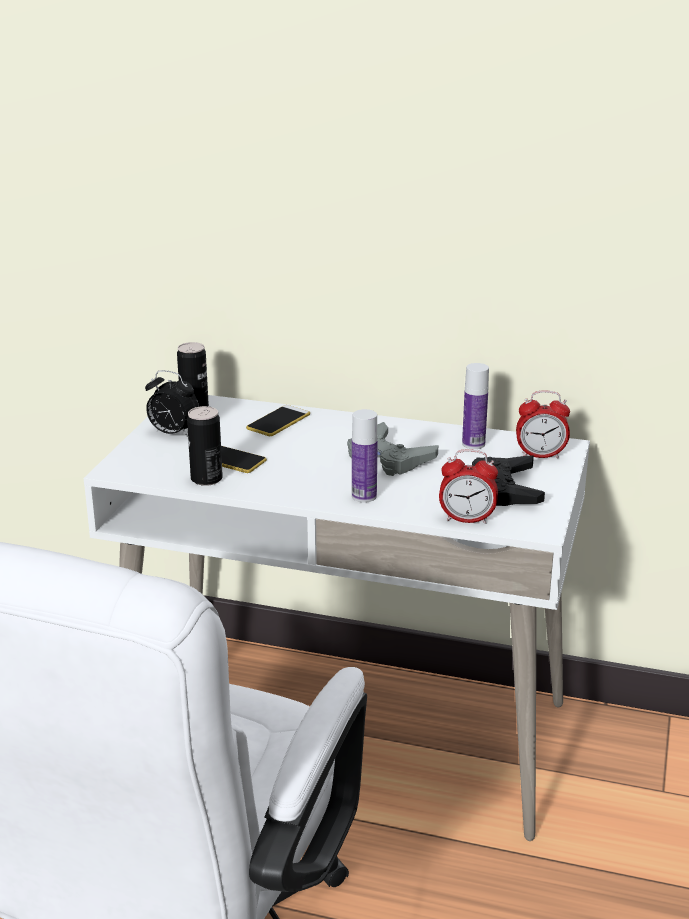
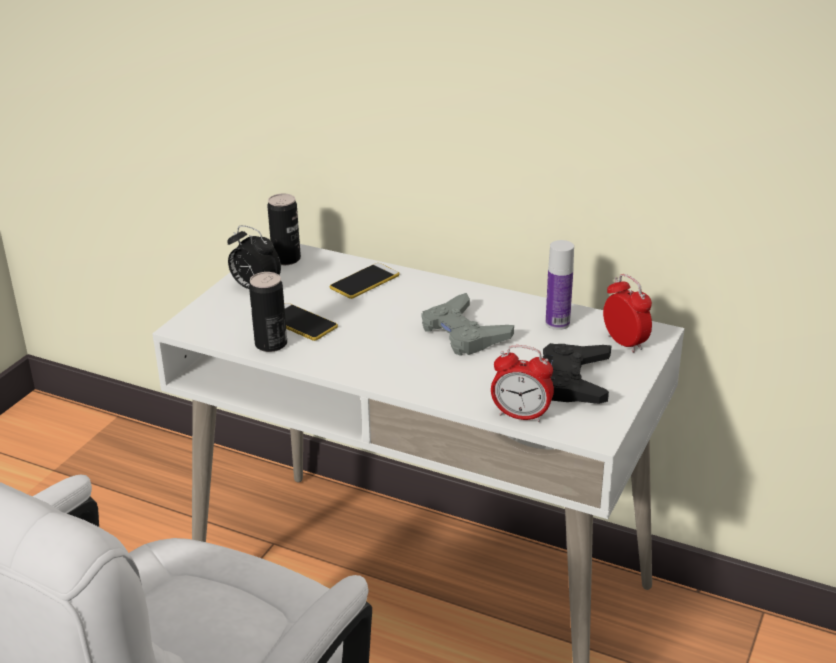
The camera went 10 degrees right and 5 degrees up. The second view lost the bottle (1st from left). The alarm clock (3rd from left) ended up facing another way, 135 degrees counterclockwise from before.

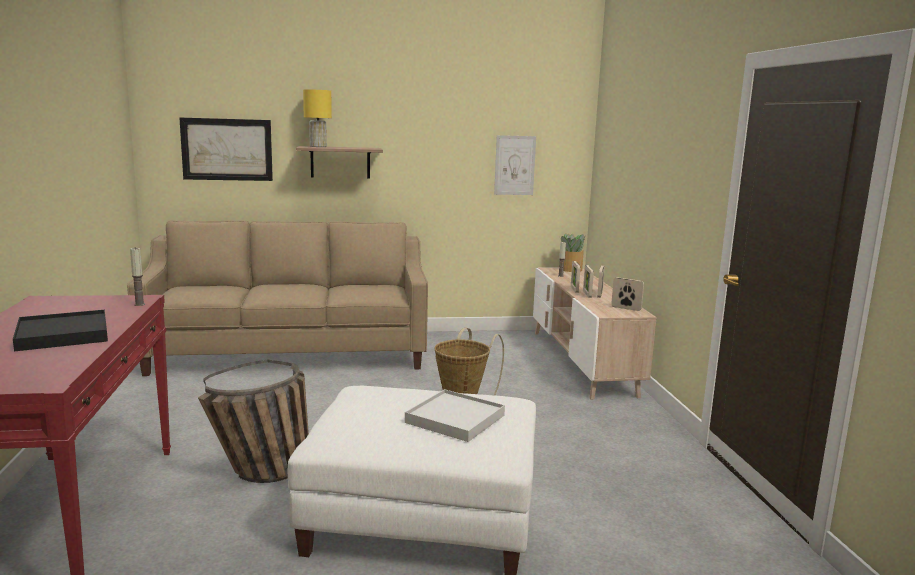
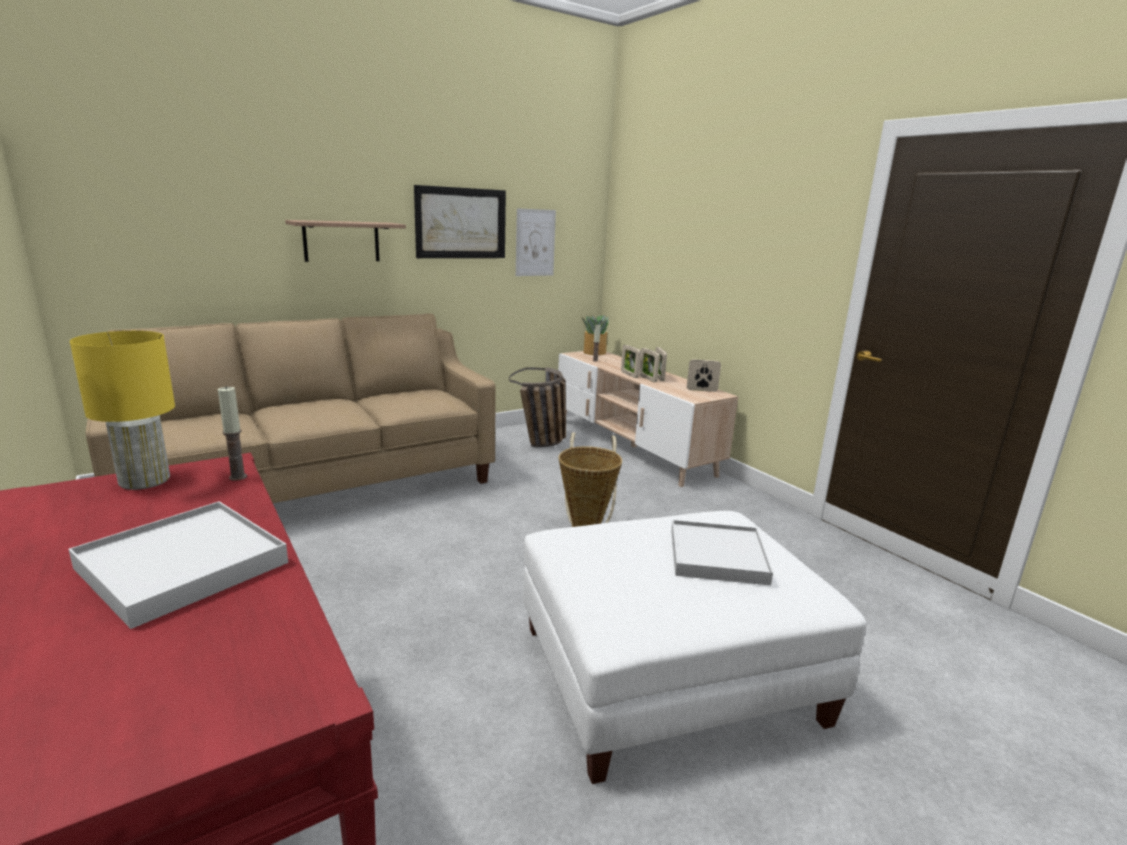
The camera went 25 degrees left and 5 degrees up. The picture (1st from left) ended up elsewhere. The basket (1st from left) ended up elsewhere. The yellow table lamp ended up elsewhere. What was the black tray turned into the white tray (1st from left).

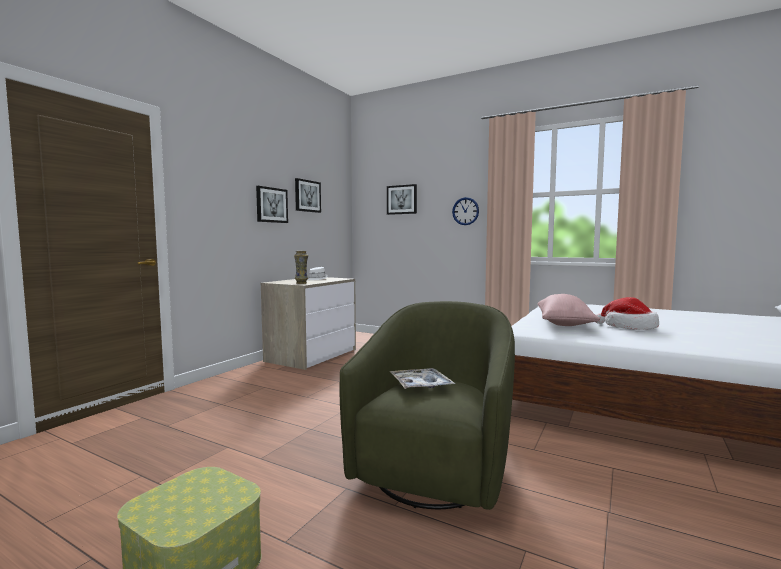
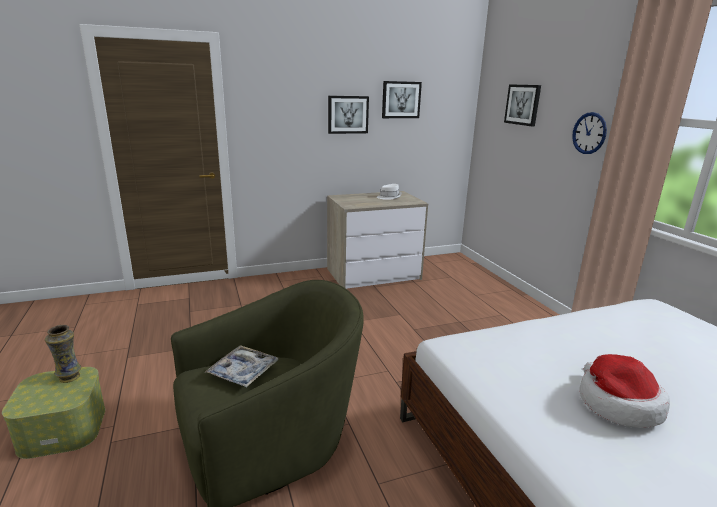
The camera went 40 degrees right and 15 degrees up. The second view lost the pink pillow. The vase ended up elsewhere.

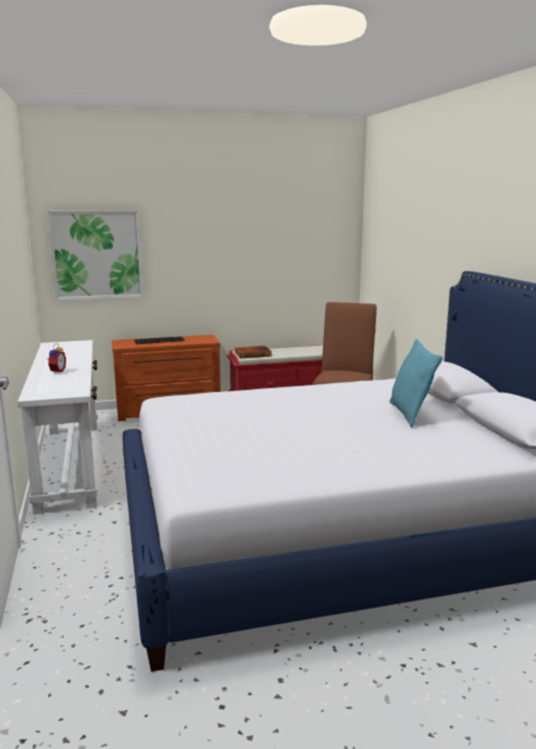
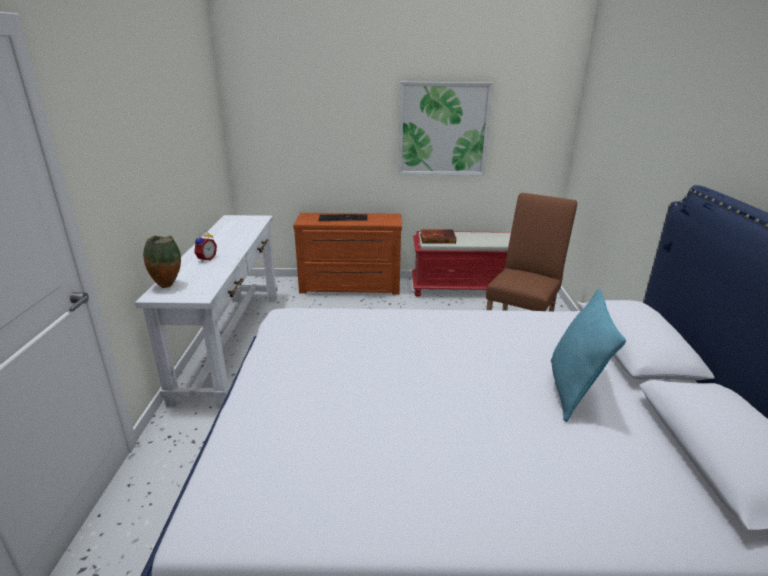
The camera went 15 degrees right and 10 degrees up. The second view gained the vase. The picture ended up elsewhere.

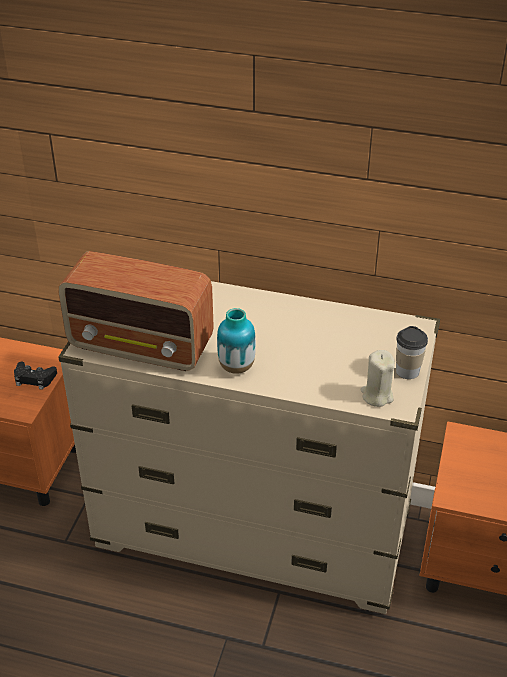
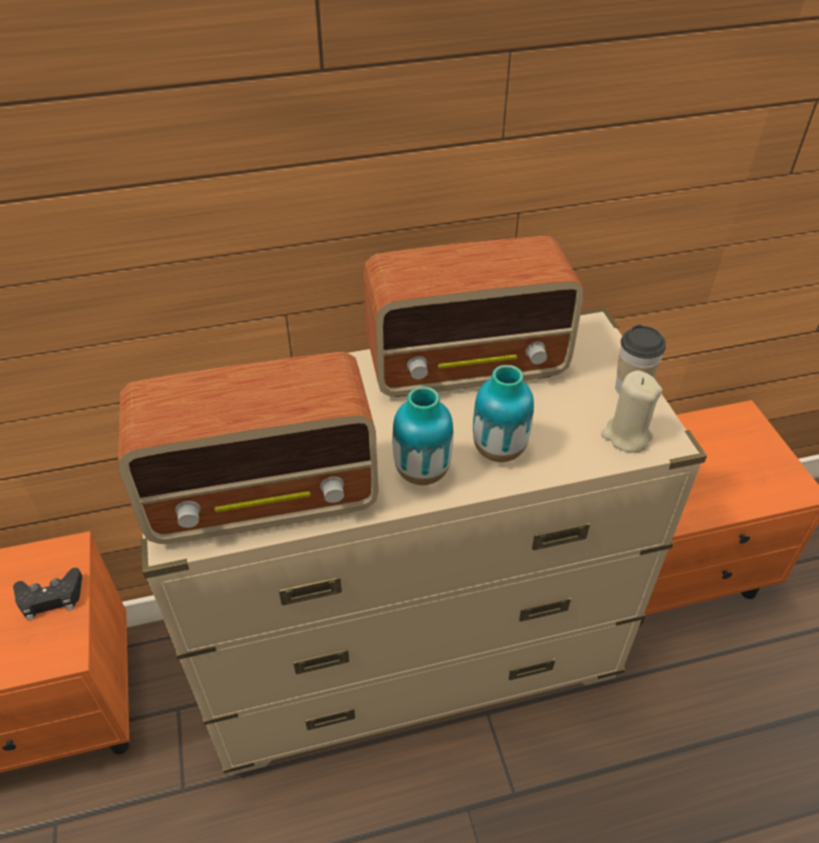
The camera went 30 degrees left and 5 degrees up. The second view gained the radio (2nd from left). The second view gained the vase (2nd from left).

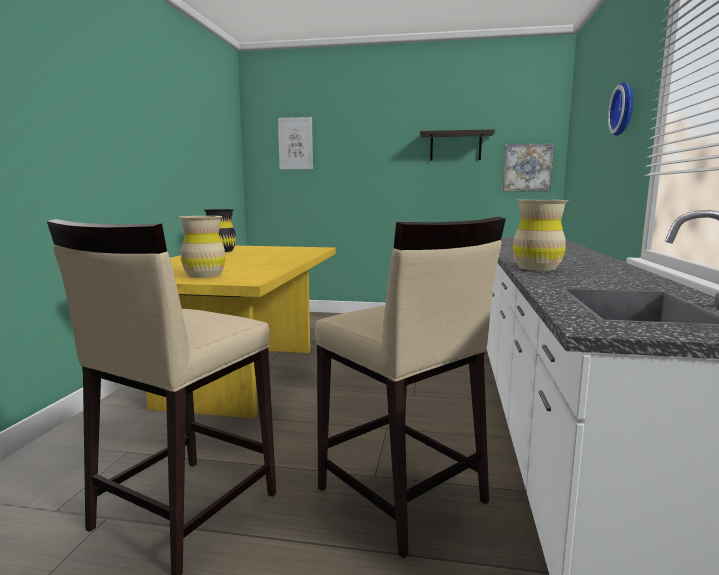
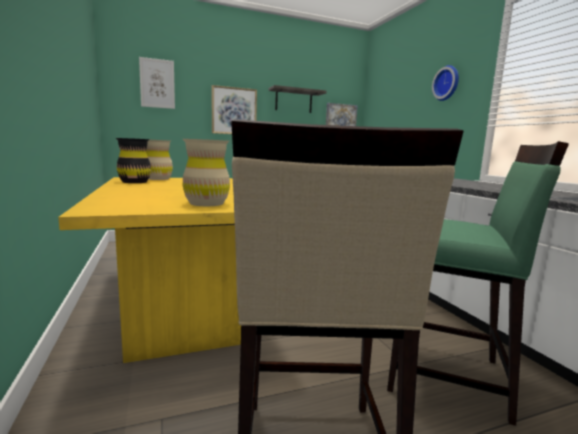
The camera went 30 degrees left and 0 degrees up. The second view gained the picture (2nd from left). The beige vase (2nd from left in the first image) ended up elsewhere. What was the beige stool (2nd from left) turned into the green stool.

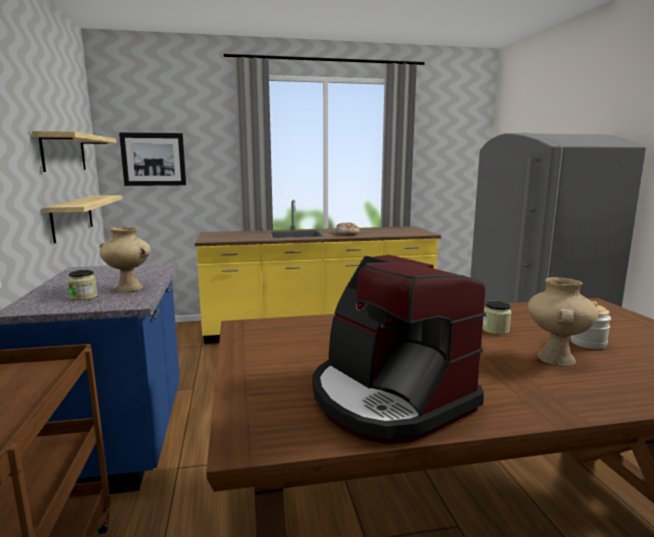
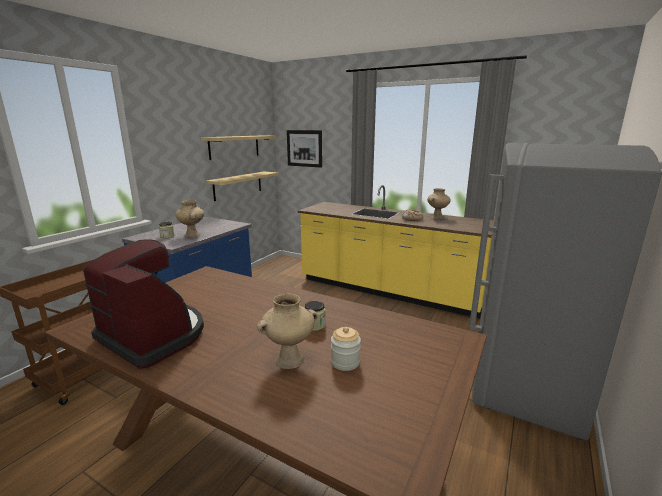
The camera went 40 degrees right and 5 degrees up. The second view gained the beige vase (3rd from left). The coffee machine ended up facing another way, 120 degrees clockwise from before.

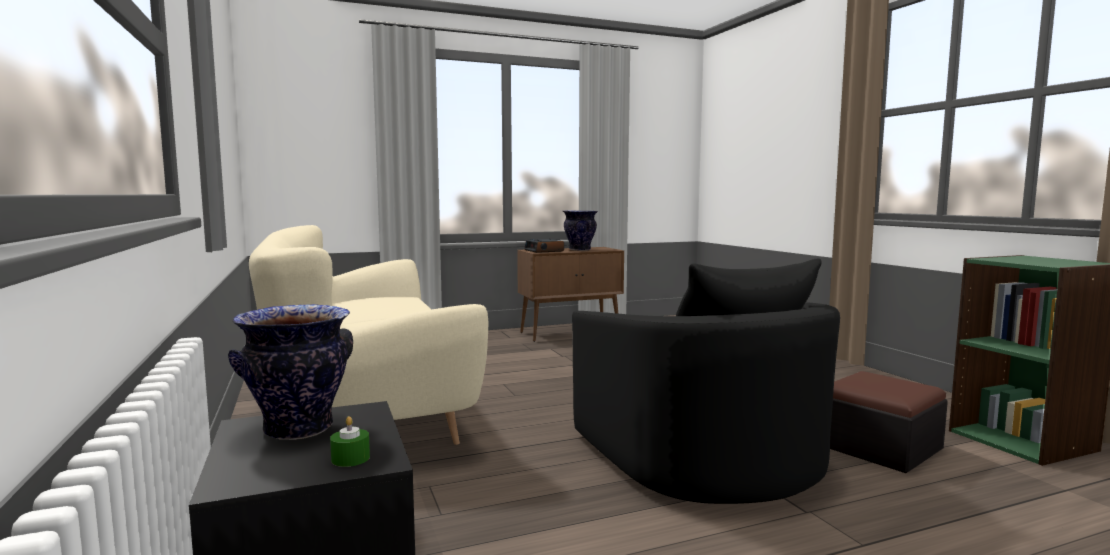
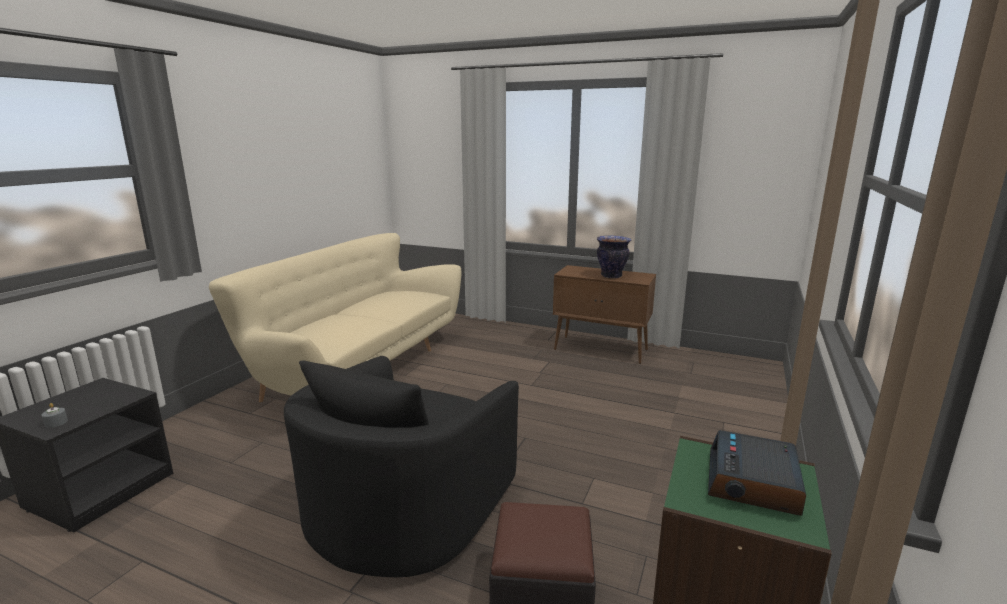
The camera went 45 degrees right and 10 degrees up. The second view lost the vase (1st from left). The alarm clock ended up elsewhere. What was the green candle turned into the grey candle.

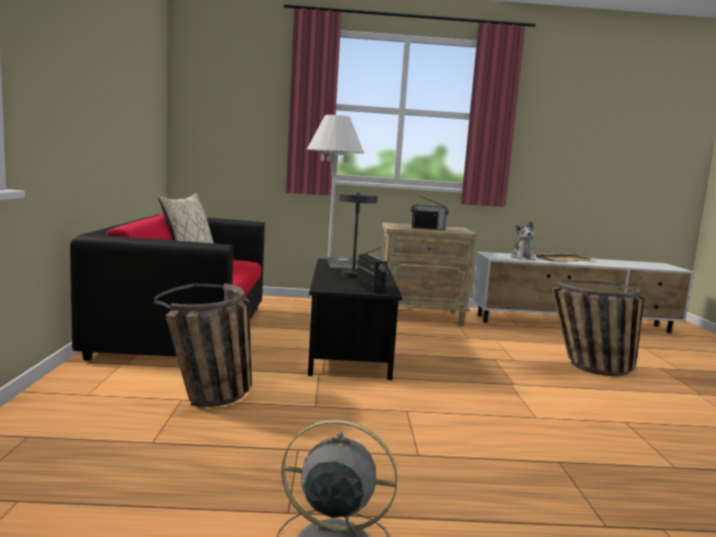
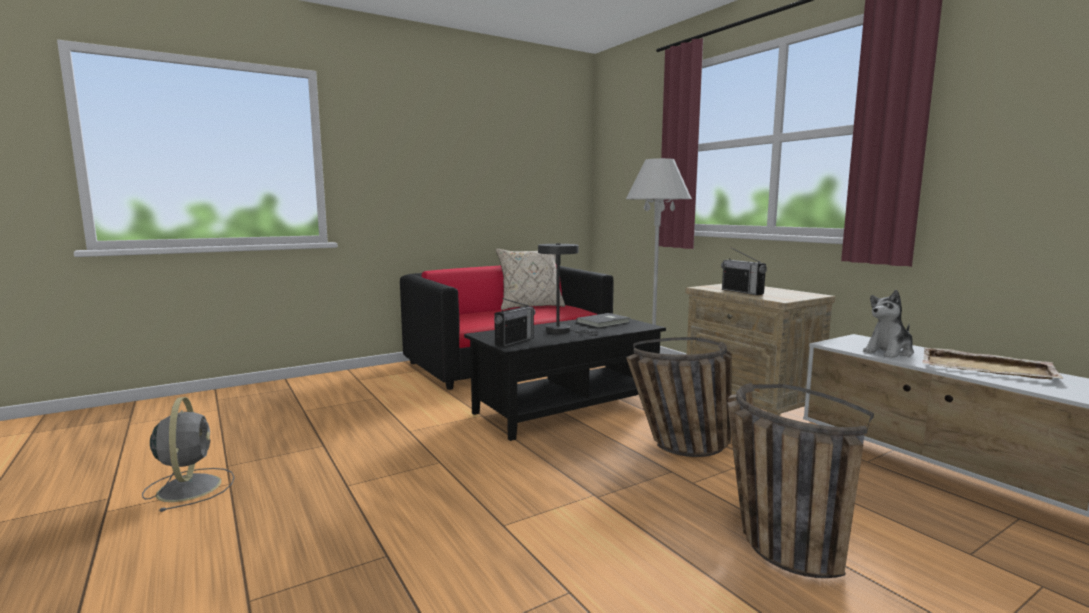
The camera went 60 degrees right and 0 degrees up. The basket (1st from left) ended up elsewhere.

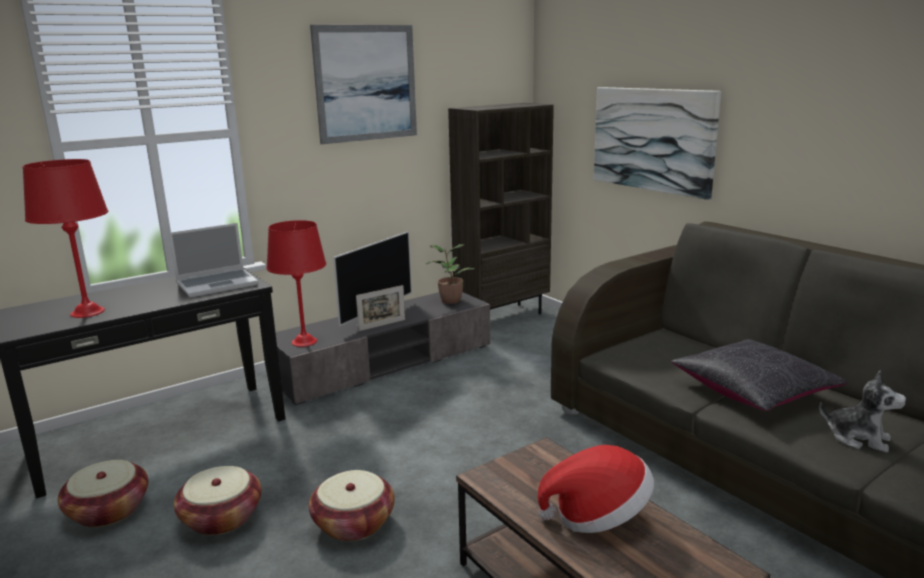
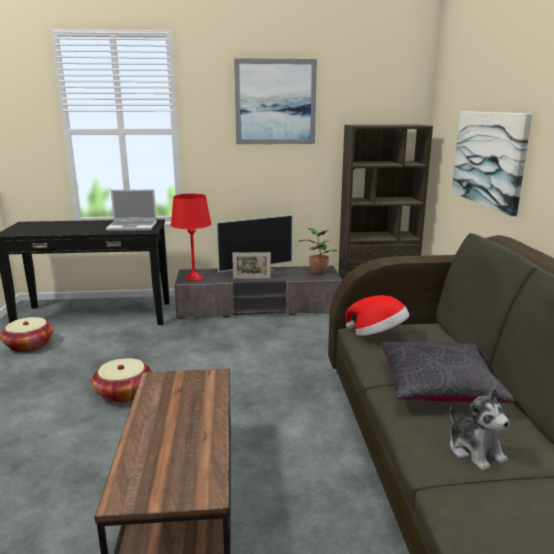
The camera went 30 degrees right and 0 degrees up. The second view lost the red table lamp (1st from left). The second view lost the basket (2nd from left). The hat ended up elsewhere.

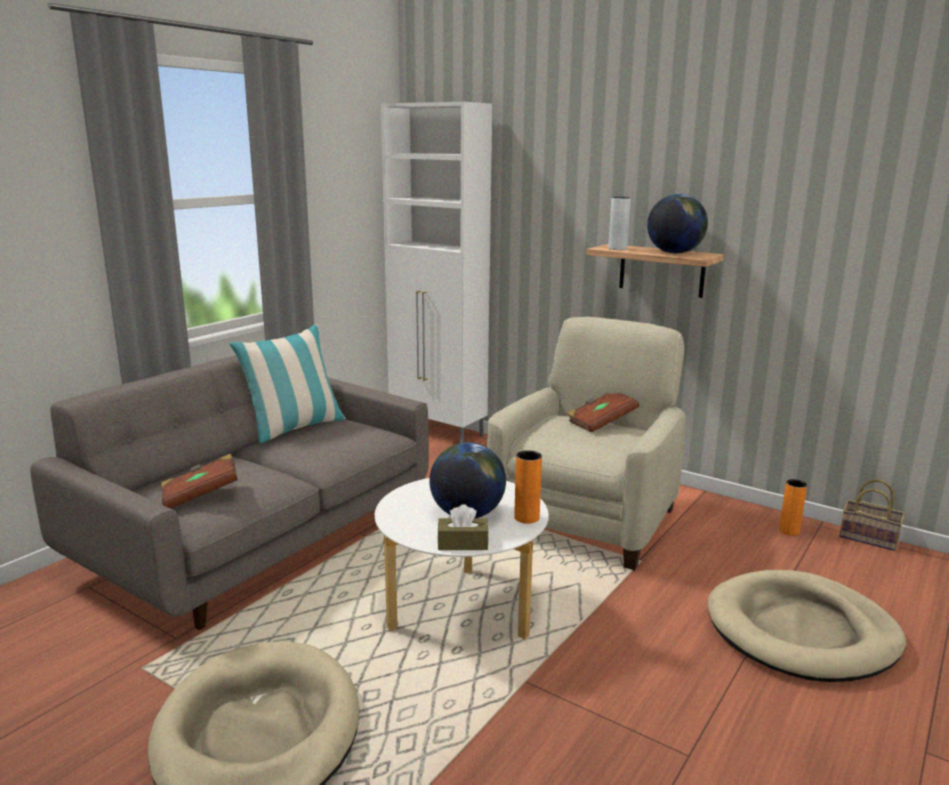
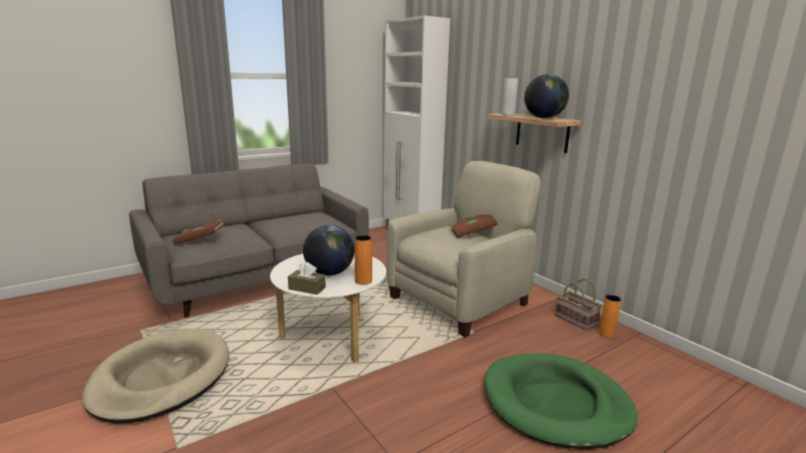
The camera went 20 degrees right and 0 degrees up. The second view lost the pillow. The basket ended up elsewhere. What was the beige dog bed (2nd from left) turned into the green dog bed.

